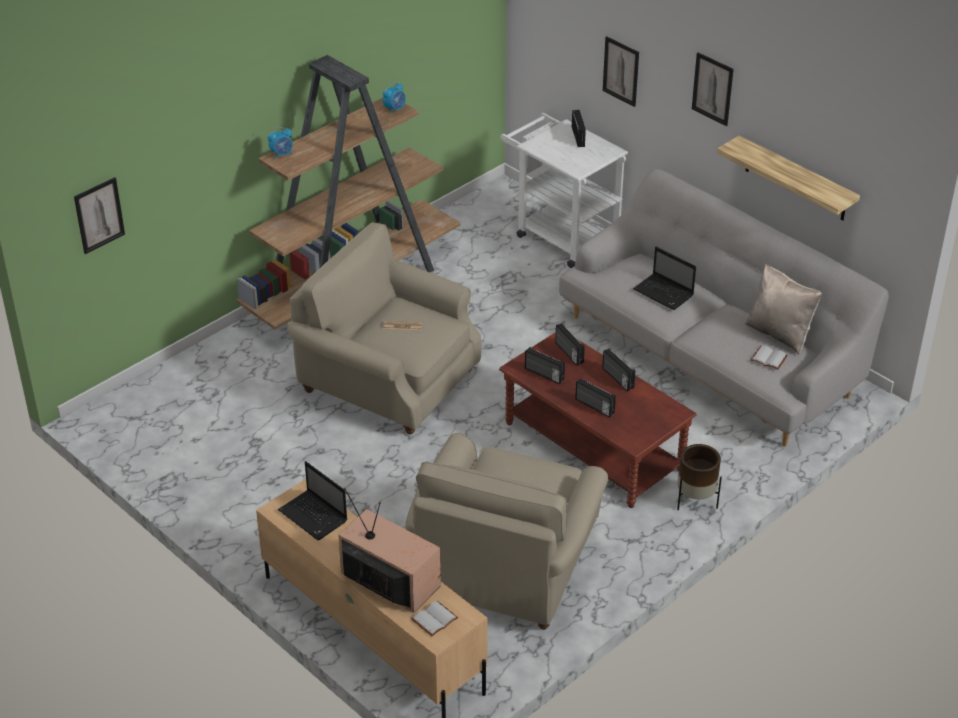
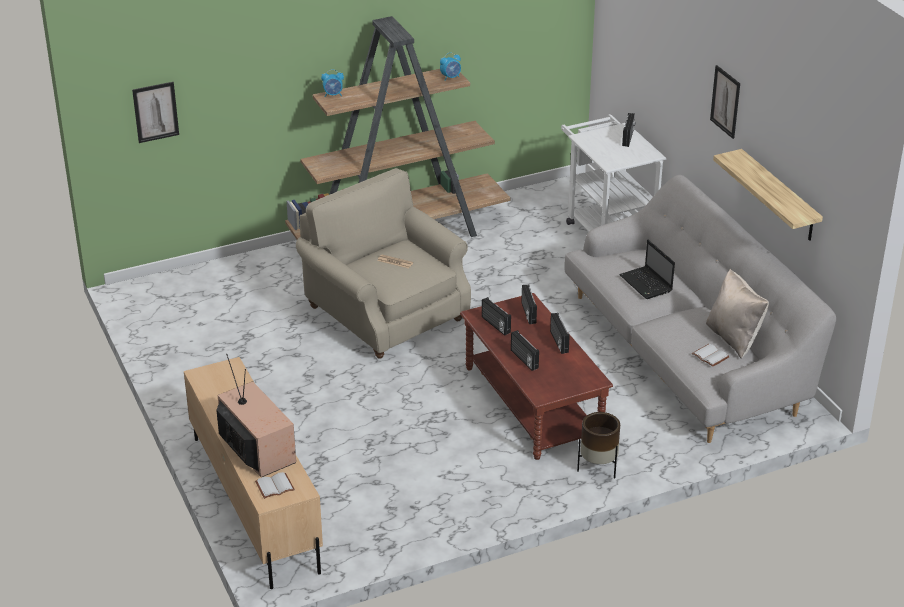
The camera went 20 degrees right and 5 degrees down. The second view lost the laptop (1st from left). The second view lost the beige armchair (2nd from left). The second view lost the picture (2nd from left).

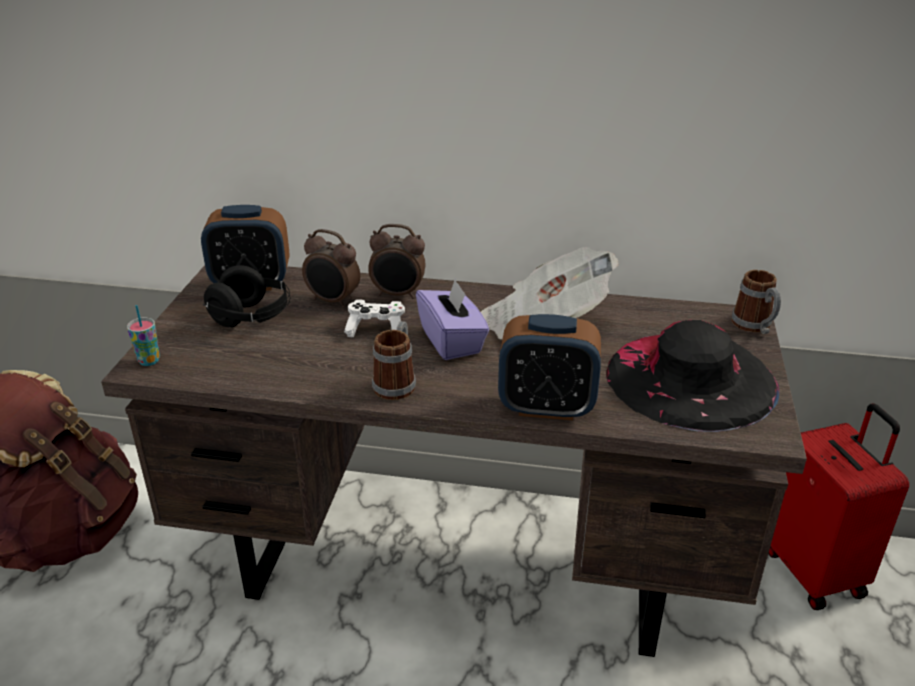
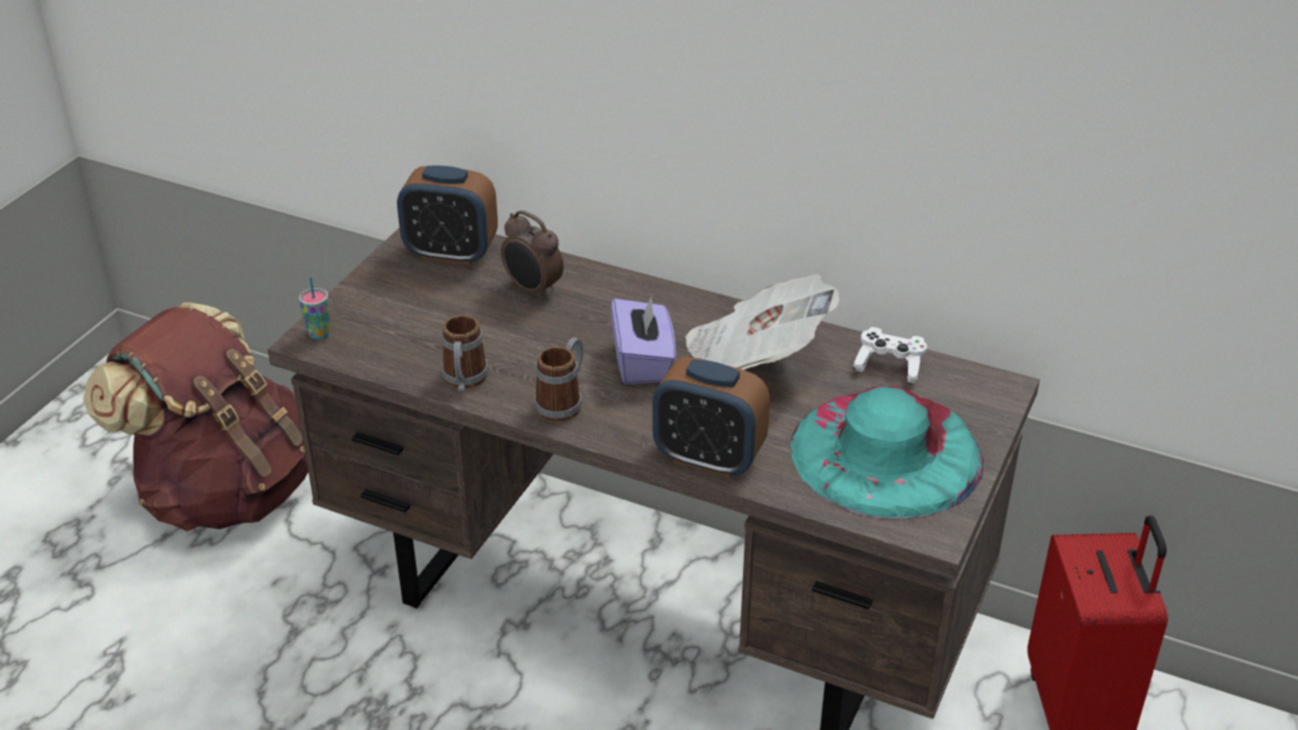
The camera went 15 degrees right and 5 degrees up. The second view lost the black headphones. The second view lost the alarm clock (3rd from left). The white game controller ended up elsewhere. The mug (2nd from left in the first image) ended up elsewhere. What was the black hat turned into the turquoise hat.

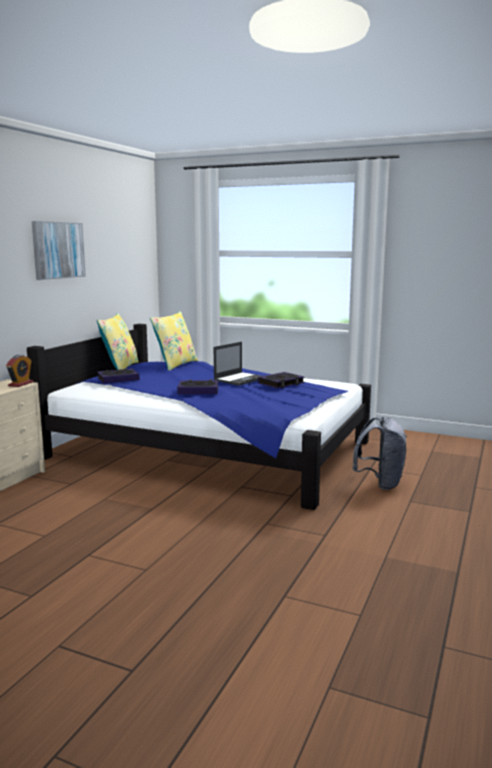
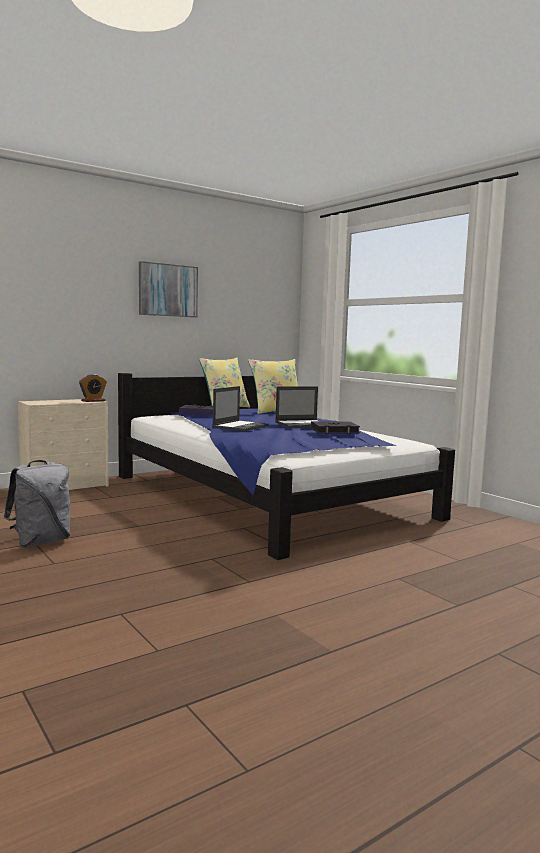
The camera went 30 degrees right and 5 degrees down. The grey backpack ended up elsewhere. Where the book (2nd from left) stood, the laptop (1st from left) came to stand.

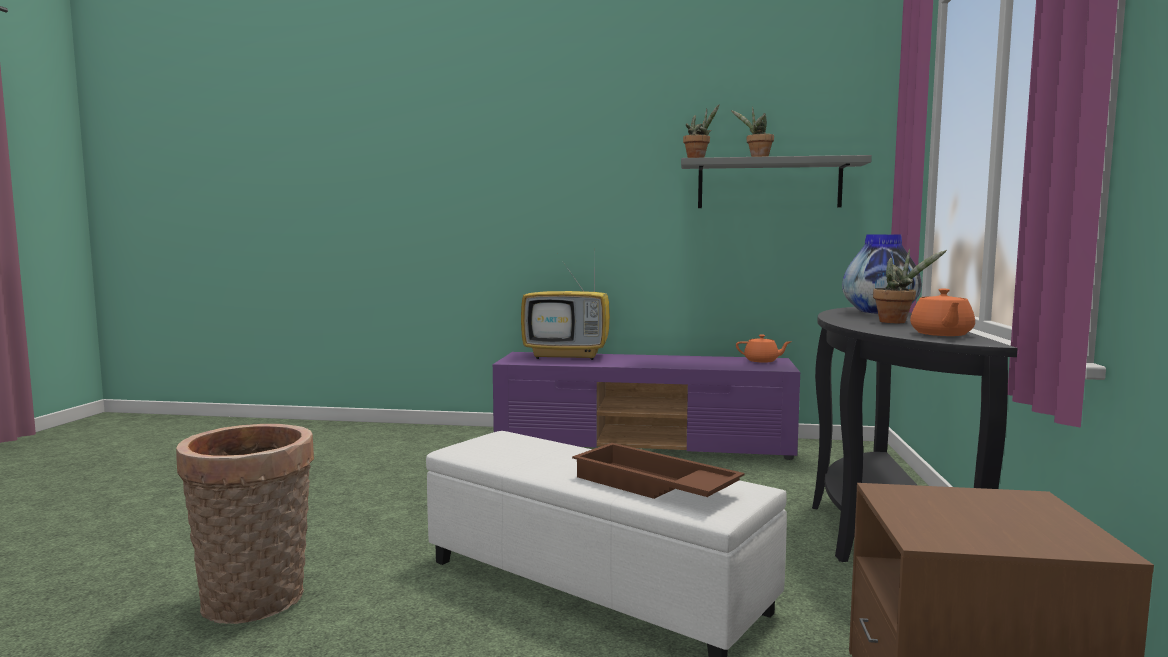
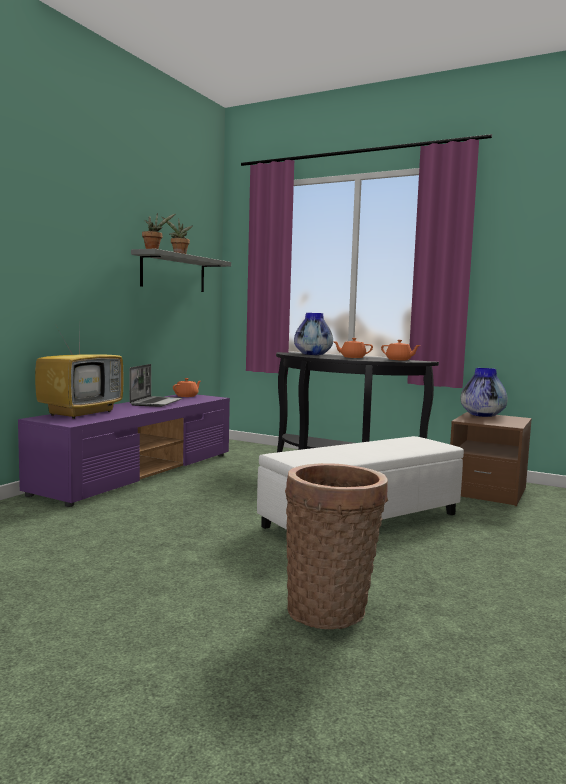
The camera went 70 degrees left and 0 degrees up. The second view lost the brown tray. The second view gained the laptop. The second view gained the vase (2nd from left). Where the potted plant (3rd from left) stood, the orange teapot (2nd from left) came to stand.

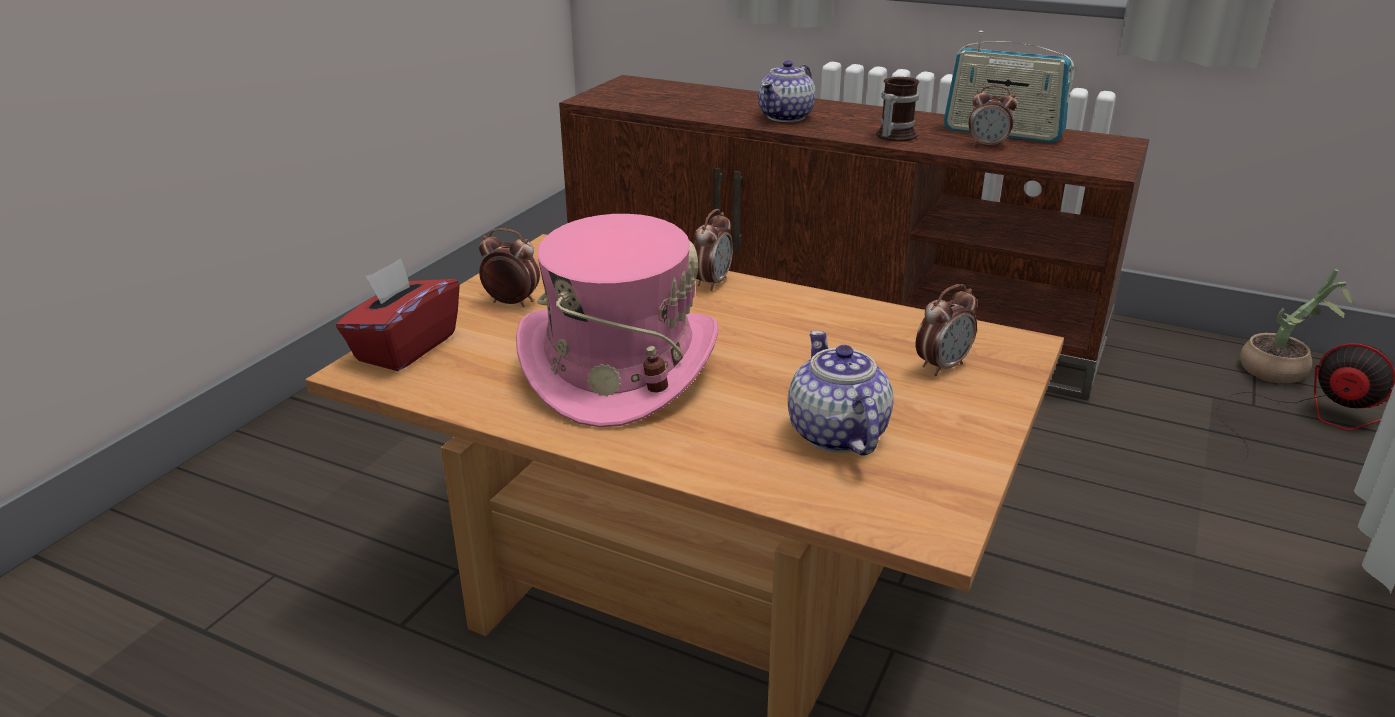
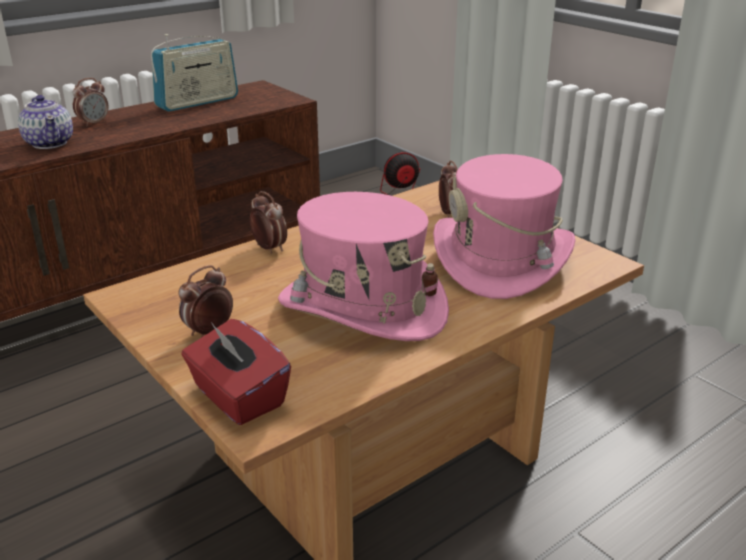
The camera went 65 degrees left and 0 degrees up. The second view lost the mug. The second view lost the potted plant. The alarm clock (4th from left in the first image) ended up elsewhere. Where the teapot (2nd from left) stood, the pink hat (2nd from left) came to stand.

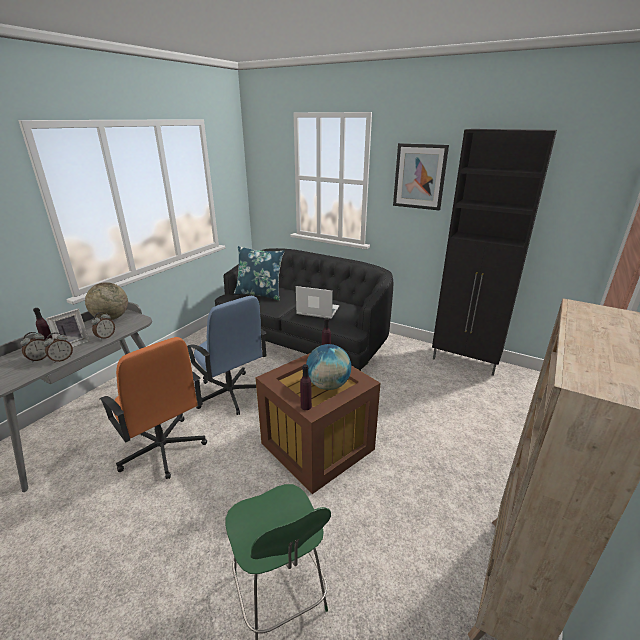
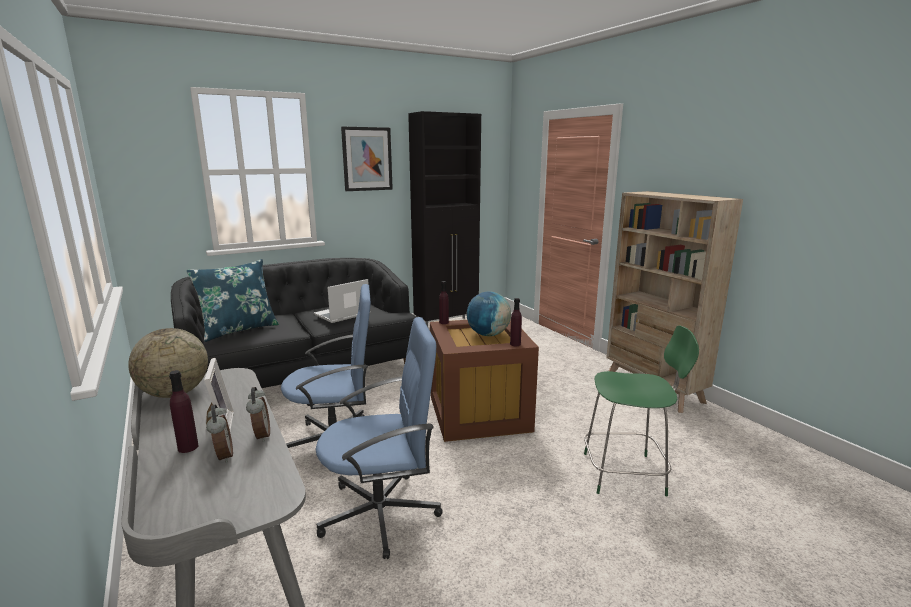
The camera went 60 degrees left and 10 degrees down. The second view lost the alarm clock (3rd from left). What was the orange office chair turned into the blue office chair (2nd from left).

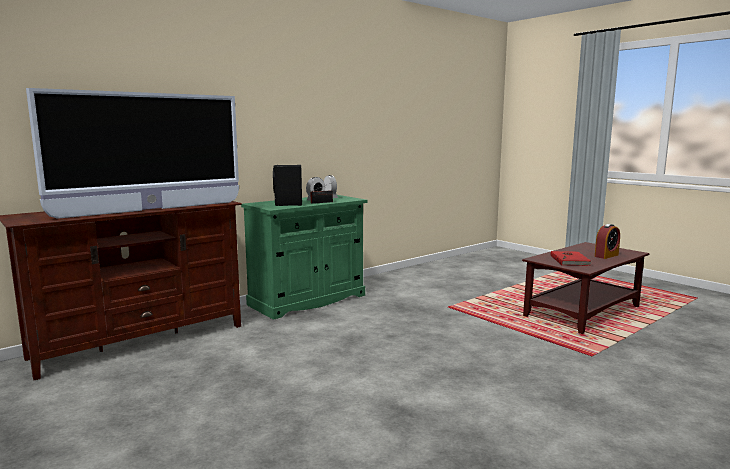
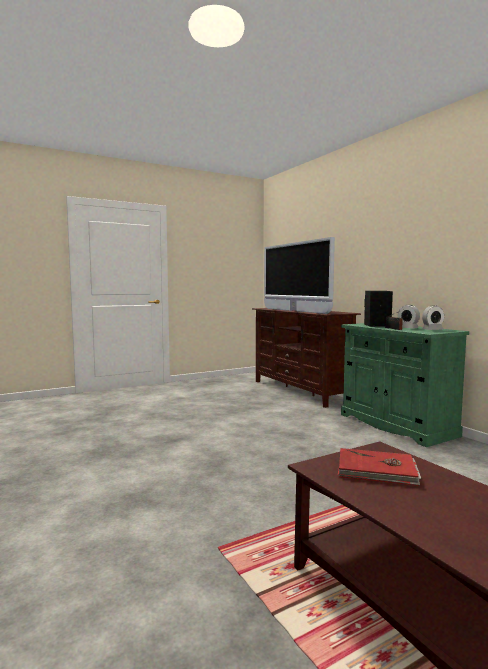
The camera went 100 degrees right and 5 degrees down. The second view lost the alarm clock (3rd from left).

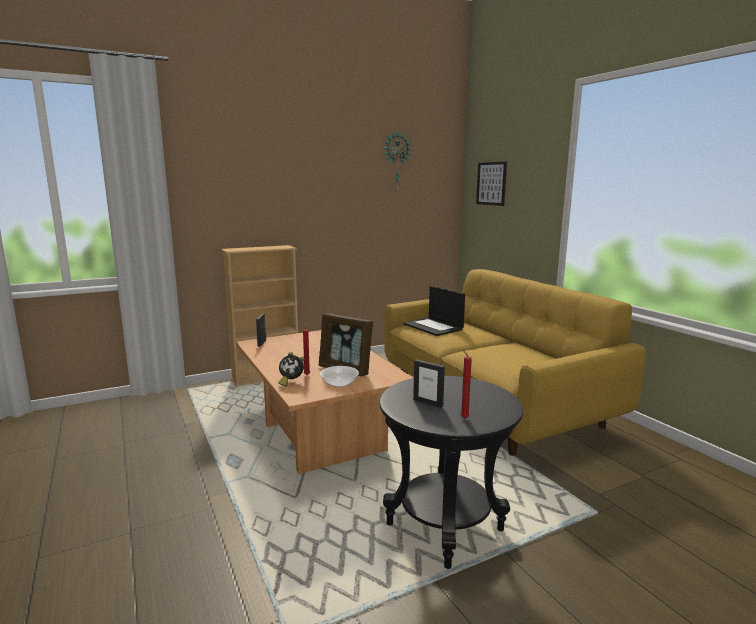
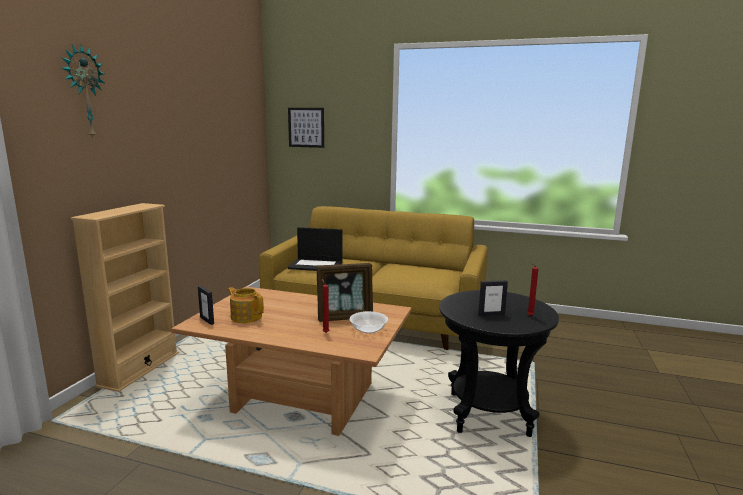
The camera went 45 degrees left and 0 degrees up. The second view lost the alarm clock. The second view gained the teapot. The wall clock ended up elsewhere.

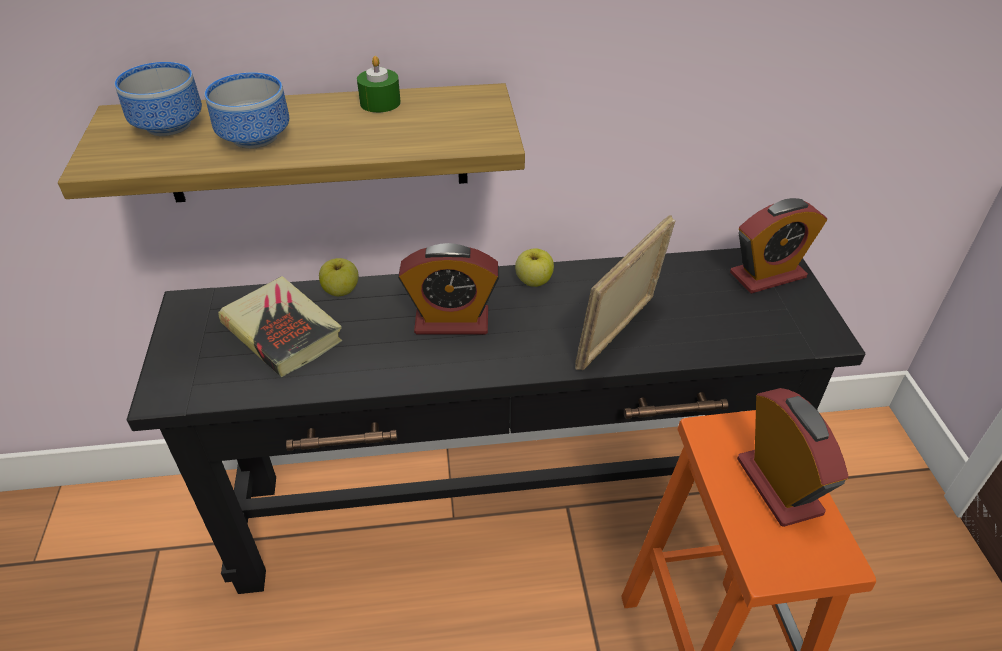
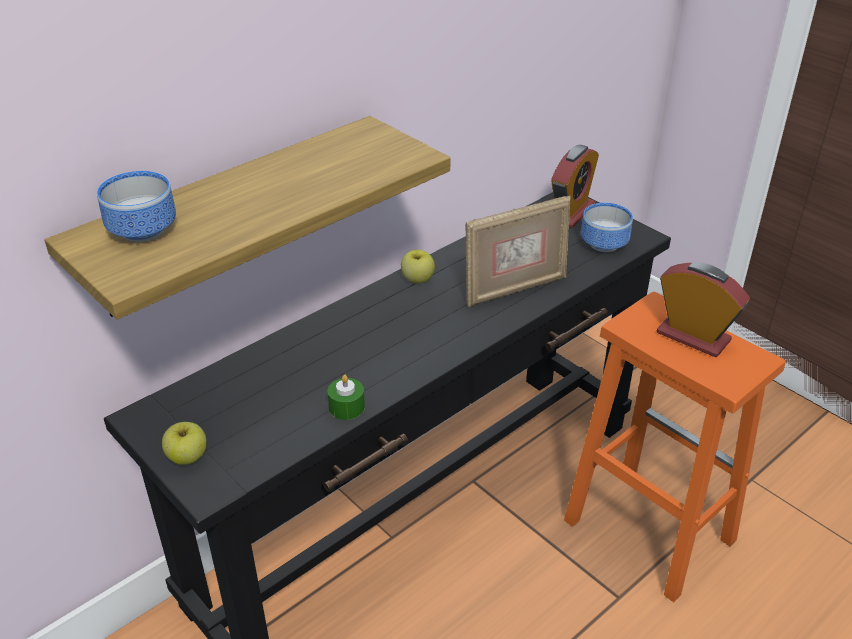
The camera went 35 degrees left and 5 degrees down. The second view lost the book. The second view lost the alarm clock (1st from left). The bowl (2nd from left) ended up elsewhere. The apple (1st from left) ended up elsewhere. The green candle ended up elsewhere. The picture frame ended up facing another way, 120 degrees counterclockwise from before.

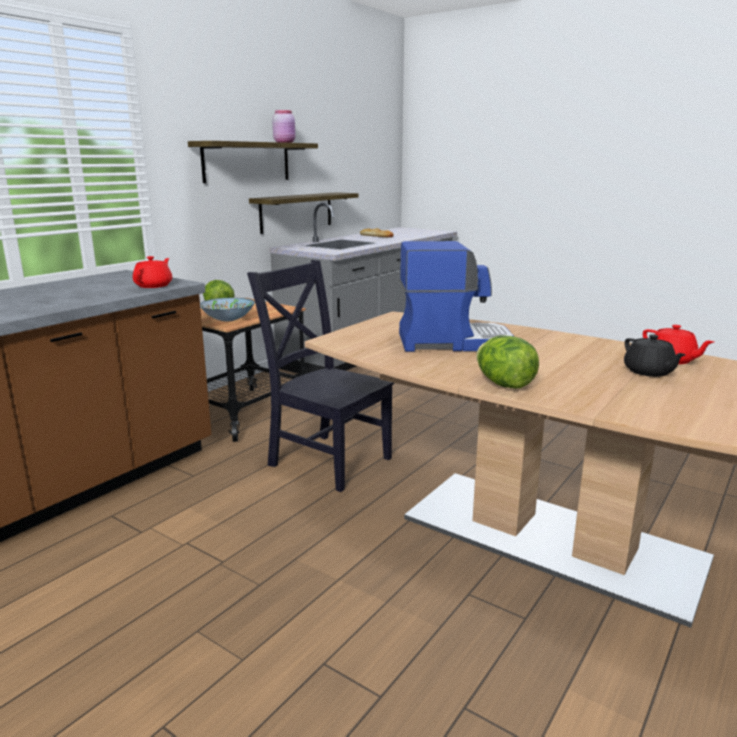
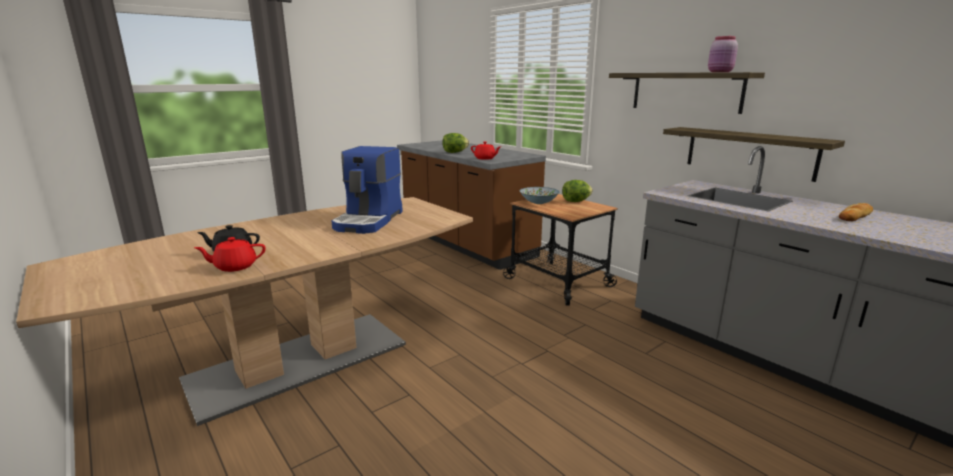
The camera went 105 degrees right and 0 degrees up. The second view lost the black chair. The lettuce (2nd from left in the first image) ended up elsewhere.

